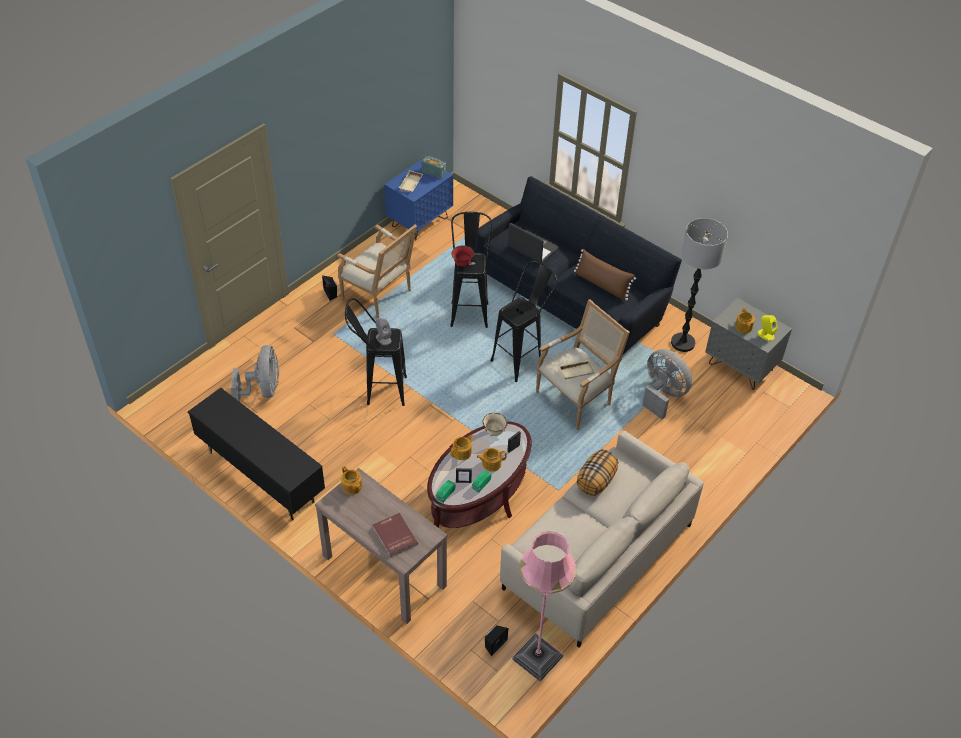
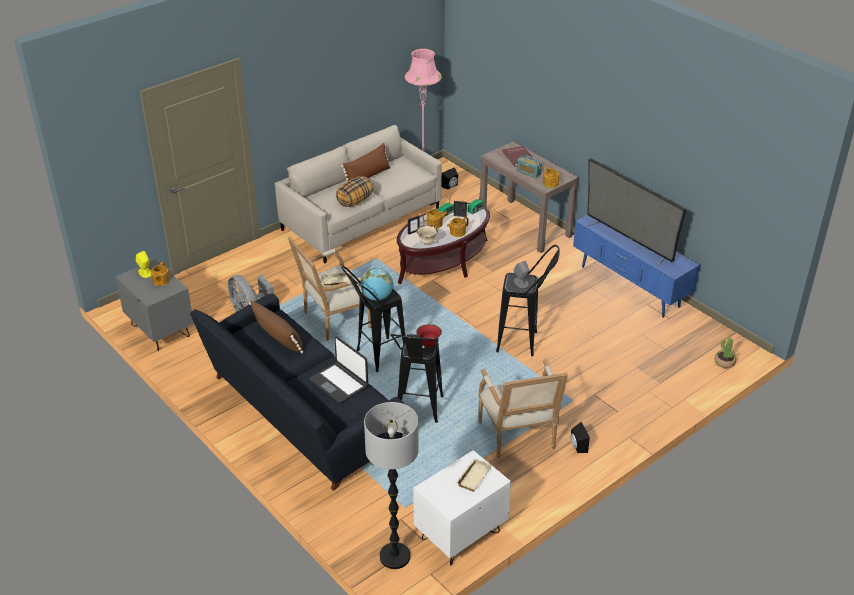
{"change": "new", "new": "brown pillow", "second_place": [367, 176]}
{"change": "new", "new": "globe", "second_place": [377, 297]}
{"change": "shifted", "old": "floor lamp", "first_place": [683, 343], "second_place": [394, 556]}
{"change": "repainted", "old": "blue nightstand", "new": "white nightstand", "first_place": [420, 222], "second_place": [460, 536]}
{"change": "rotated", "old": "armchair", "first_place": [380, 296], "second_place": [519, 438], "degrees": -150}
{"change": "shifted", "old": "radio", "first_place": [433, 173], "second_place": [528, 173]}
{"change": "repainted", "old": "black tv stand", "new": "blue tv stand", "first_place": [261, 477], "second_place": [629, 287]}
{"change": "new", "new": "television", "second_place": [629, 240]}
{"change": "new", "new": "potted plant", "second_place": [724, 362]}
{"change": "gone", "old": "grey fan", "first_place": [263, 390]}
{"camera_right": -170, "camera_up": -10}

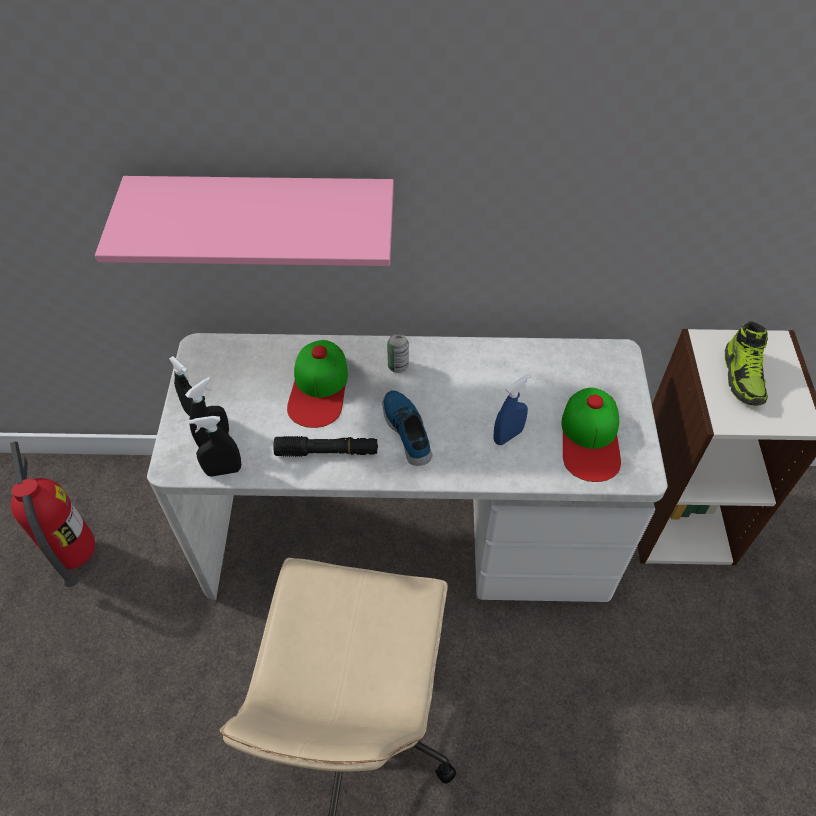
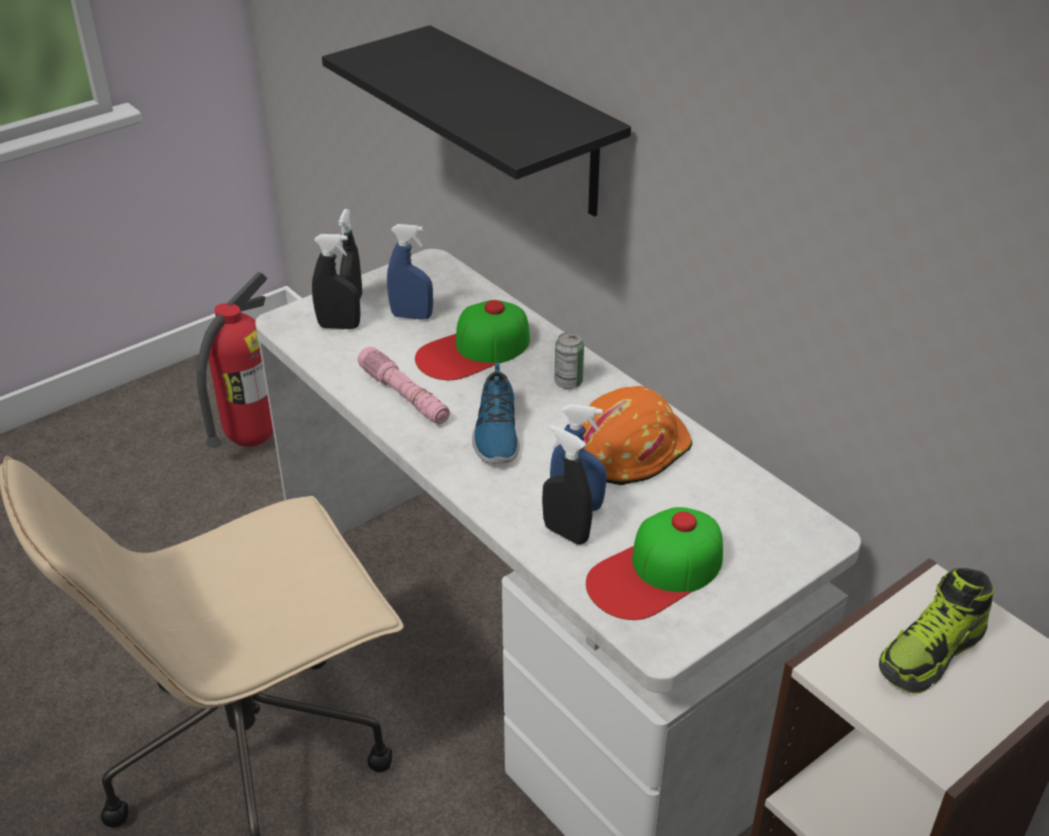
{"change": "repainted", "old": "pink shelf", "new": "black shelf", "first_place": [264, 214], "second_place": [522, 123]}
{"change": "repainted", "old": "black flashlight", "new": "pink flashlight", "first_place": [327, 451], "second_place": [404, 396]}
{"change": "new", "new": "blue spray bottle", "second_place": [411, 316]}
{"change": "rotated", "old": "shoe", "first_place": [408, 430], "second_place": [495, 432], "degrees": 150}
{"change": "shifted", "old": "black spray bottle", "first_place": [223, 470], "second_place": [566, 533]}
{"change": "new", "new": "orange hard hat", "second_place": [628, 448]}
{"camera_right": 50, "camera_up": -15}

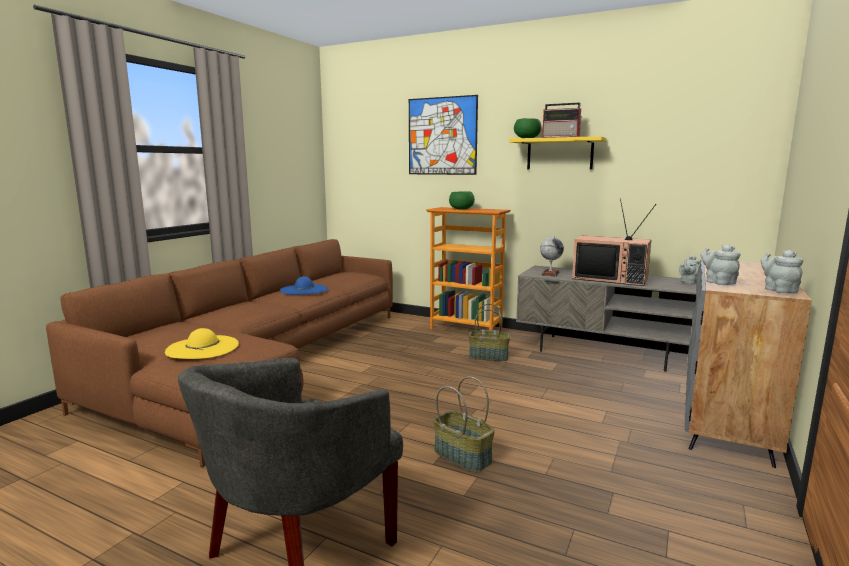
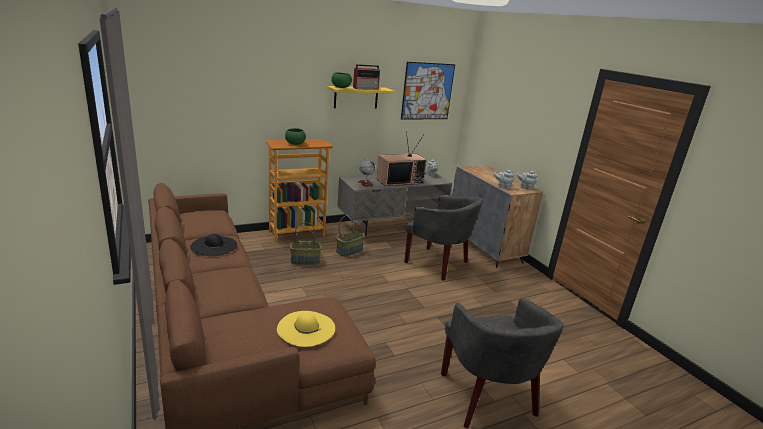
{"change": "repainted", "old": "blue hat", "new": "black hat", "first_place": [304, 289], "second_place": [214, 246]}
{"change": "shifted", "old": "basket", "first_place": [463, 456], "second_place": [305, 260]}
{"change": "shifted", "old": "picture", "first_place": [442, 136], "second_place": [427, 91]}
{"change": "new", "new": "grey armchair", "second_place": [438, 264]}
{"camera_right": -55, "camera_up": 10}

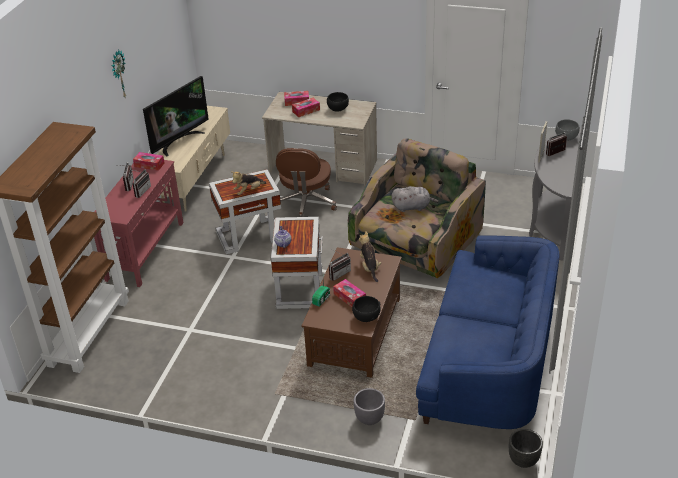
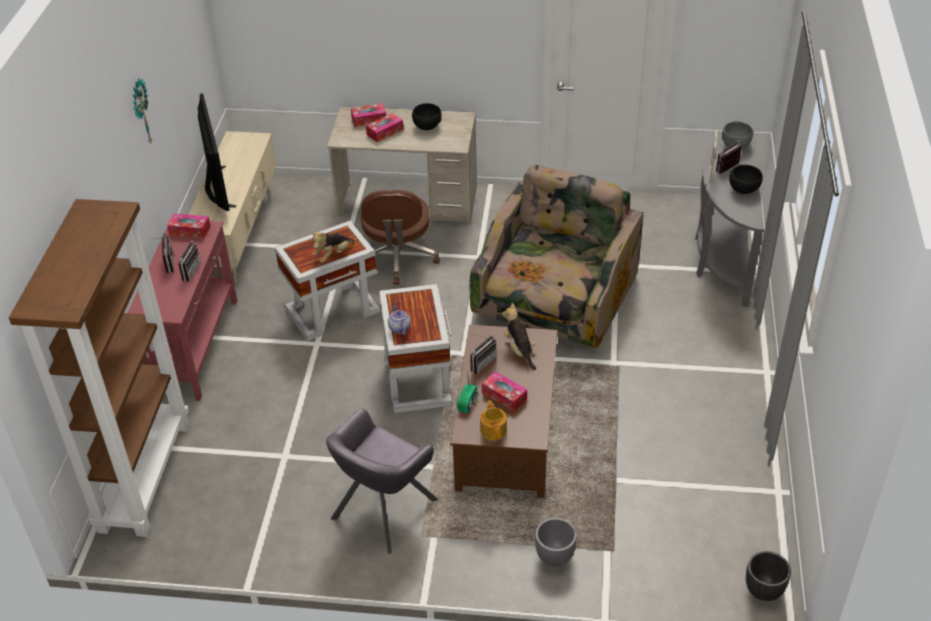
{"change": "rotated", "old": "television", "first_place": [179, 141], "second_place": [216, 189], "degrees": -45}
{"change": "new", "new": "grey armchair", "second_place": [383, 509]}
{"change": "new", "new": "teapot", "second_place": [493, 430]}
{"change": "shifted", "old": "black bowl", "first_place": [366, 317], "second_place": [743, 189]}
{"change": "gone", "old": "grey plush toy", "first_place": [413, 207]}
{"change": "gone", "old": "blue sofa", "first_place": [488, 361]}
{"camera_right": -10, "camera_up": 5}

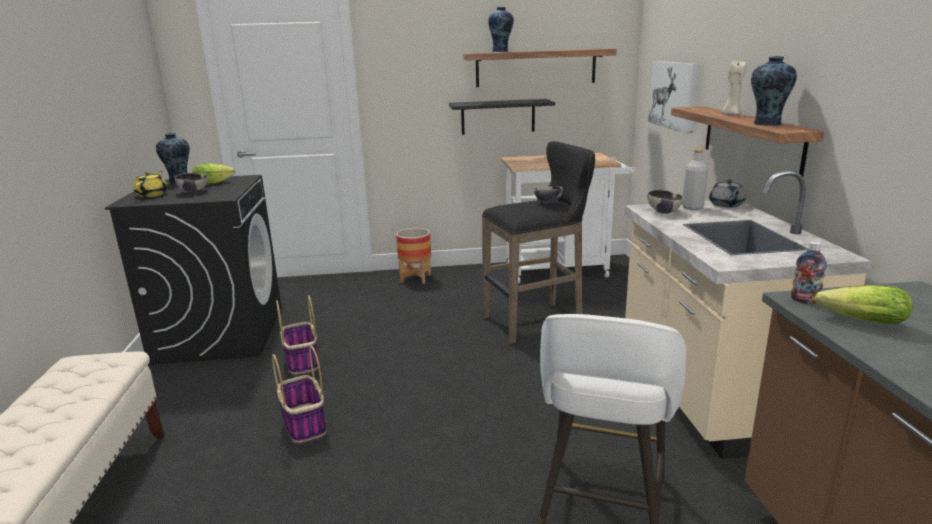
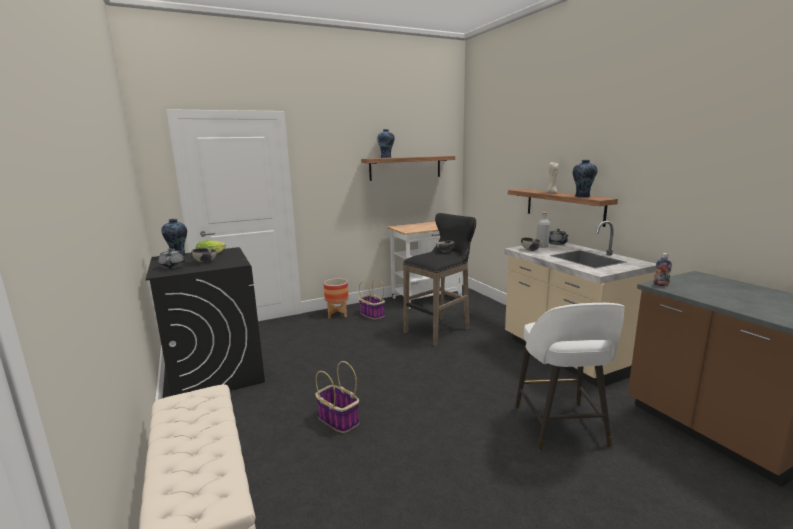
{"change": "repainted", "old": "yellow teapot", "new": "grey teapot", "first_place": [152, 195], "second_place": [172, 266]}
{"change": "shifted", "old": "basket", "first_place": [301, 361], "second_place": [371, 314]}
{"change": "gone", "old": "black shelf", "first_place": [498, 117]}
{"change": "gone", "old": "picture", "first_place": [674, 95]}
{"change": "gone", "old": "lettuce", "first_place": [857, 320]}
{"camera_right": -20, "camera_up": -5}

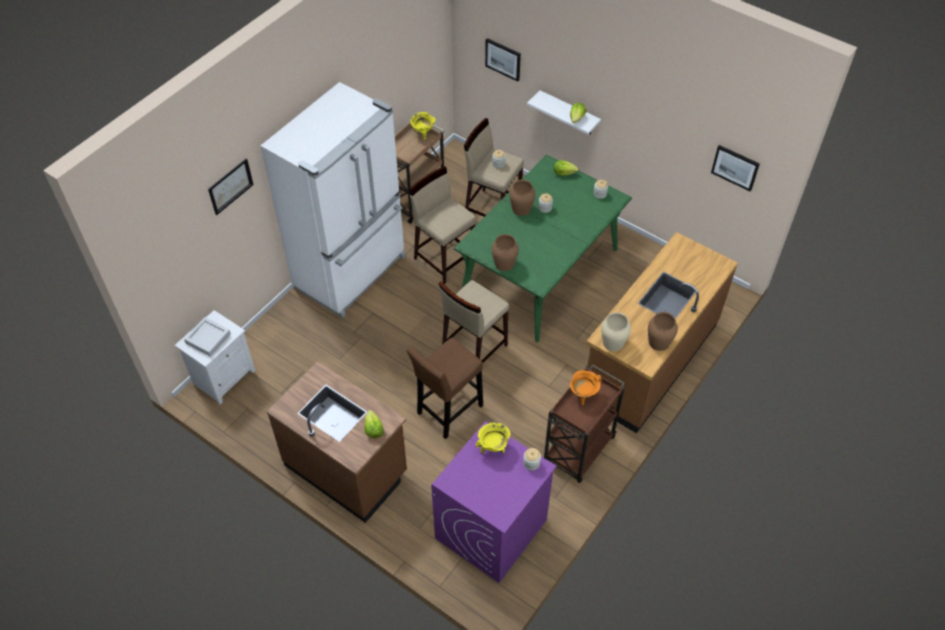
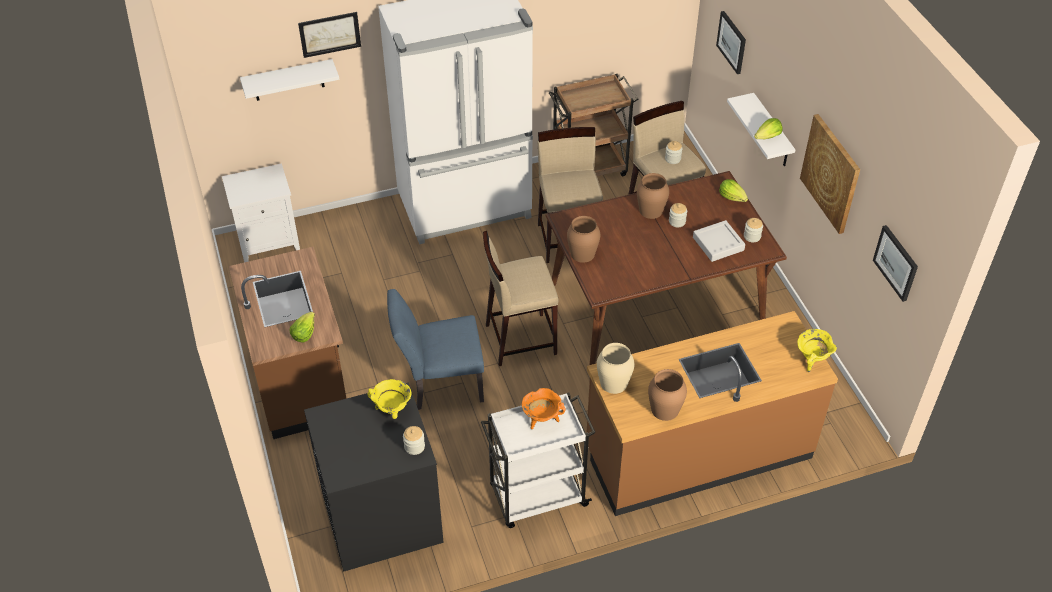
{"change": "new", "new": "white shelf", "second_place": [288, 80]}
{"change": "repainted", "old": "purple washing machine", "new": "black washing machine", "first_place": [491, 529], "second_place": [381, 517]}
{"change": "swapped", "old": "brown stool", "new": "blue chair", "first_place": [447, 412], "second_place": [439, 384]}
{"change": "repainted", "old": "brown cart", "new": "white cart", "first_place": [578, 451], "second_place": [536, 496]}
{"change": "repainted", "old": "green dining table", "new": "brown dining table", "first_place": [540, 272], "second_place": [657, 302]}
{"change": "shifted", "old": "grey tray", "first_place": [208, 339], "second_place": [718, 244]}
{"change": "shifted", "old": "yellow cooking pot", "first_place": [423, 133], "second_place": [812, 360]}
{"change": "new", "new": "picture", "second_place": [831, 173]}
{"camera_right": 35, "camera_up": -5}

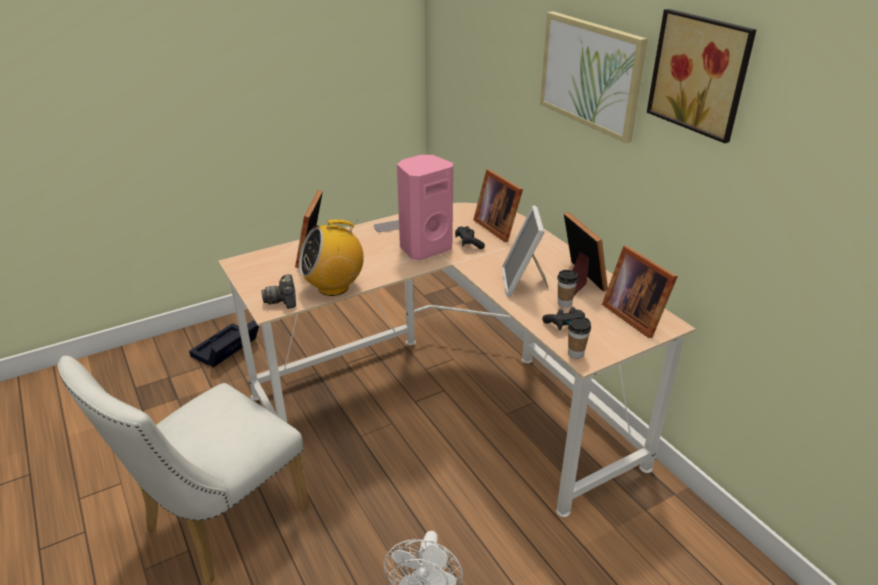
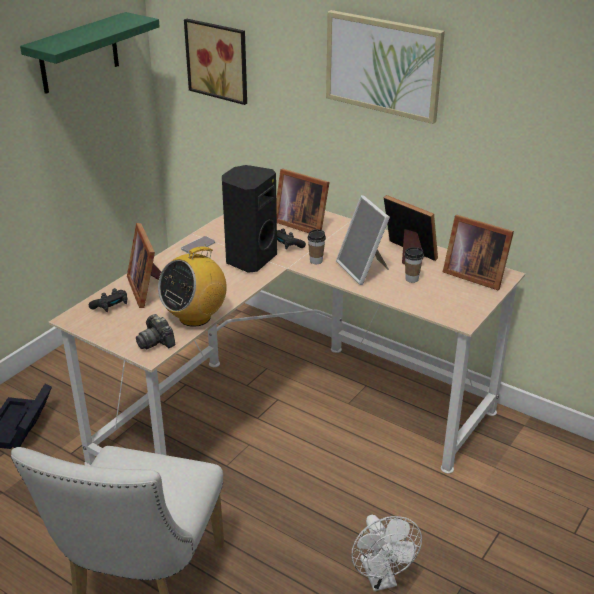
{"change": "new", "new": "green shelf", "second_place": [79, 53]}
{"change": "shifted", "old": "black game controller", "first_place": [565, 325], "second_place": [111, 306]}
{"change": "shifted", "old": "picture", "first_place": [702, 73], "second_place": [219, 60]}
{"change": "repainted", "old": "pink speaker", "new": "black speaker", "first_place": [424, 248], "second_place": [249, 259]}
{"change": "shifted", "old": "cup", "first_place": [575, 354], "second_place": [316, 261]}
{"camera_right": -25, "camera_up": 0}

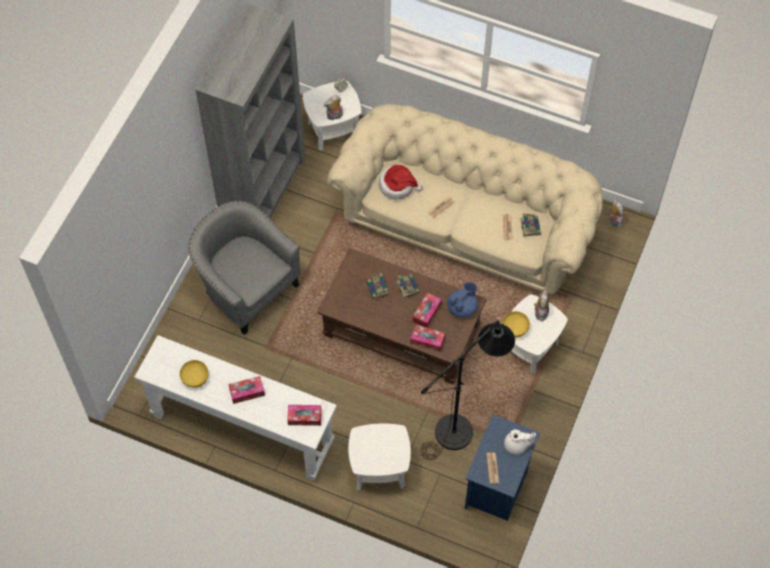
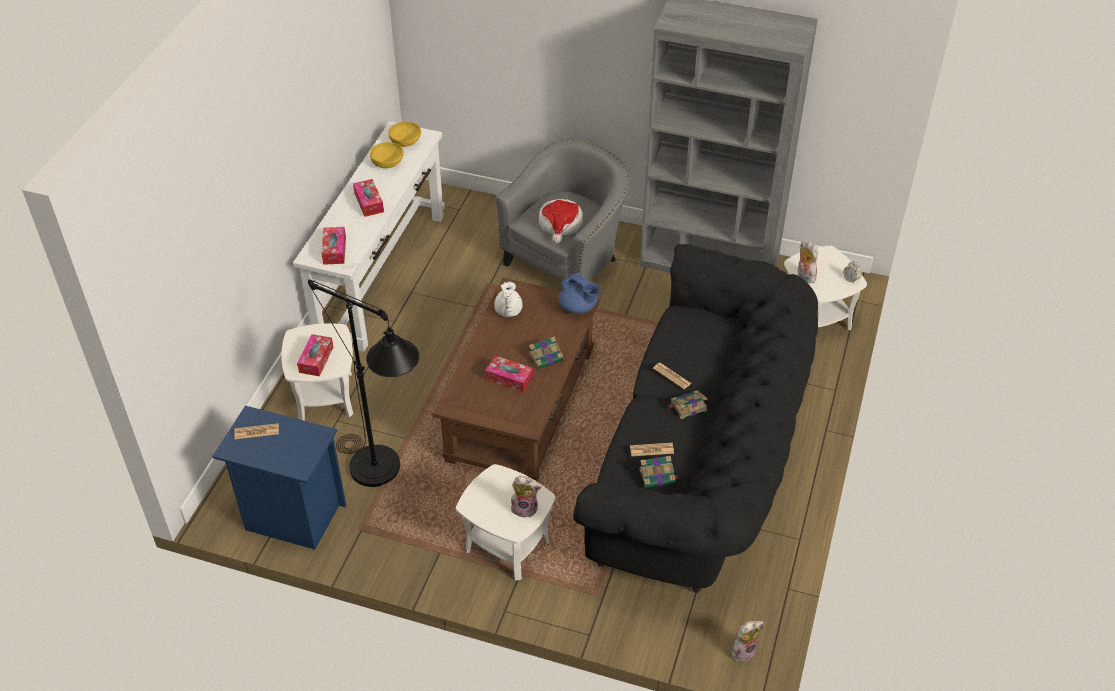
{"change": "shifted", "old": "tissue box", "first_place": [427, 340], "second_place": [316, 359]}
{"change": "shifted", "old": "yellow bowl", "first_place": [515, 328], "second_place": [406, 142]}
{"change": "shifted", "old": "white teapot", "first_place": [517, 446], "second_place": [508, 311]}
{"change": "shifted", "old": "hat", "first_place": [398, 185], "second_place": [560, 225]}
{"change": "shifted", "old": "blue teapot", "first_place": [462, 307], "second_place": [578, 307]}
{"change": "repainted", "old": "beige sofa", "new": "black sofa", "first_place": [466, 222], "second_place": [701, 464]}
{"change": "shifted", "old": "book", "first_place": [378, 289], "second_place": [687, 406]}
{"camera_right": 85, "camera_up": -15}

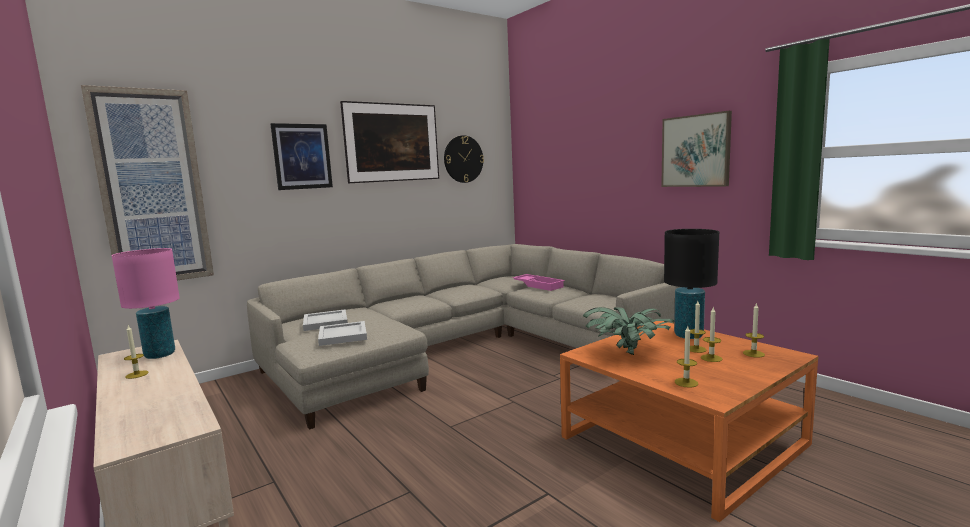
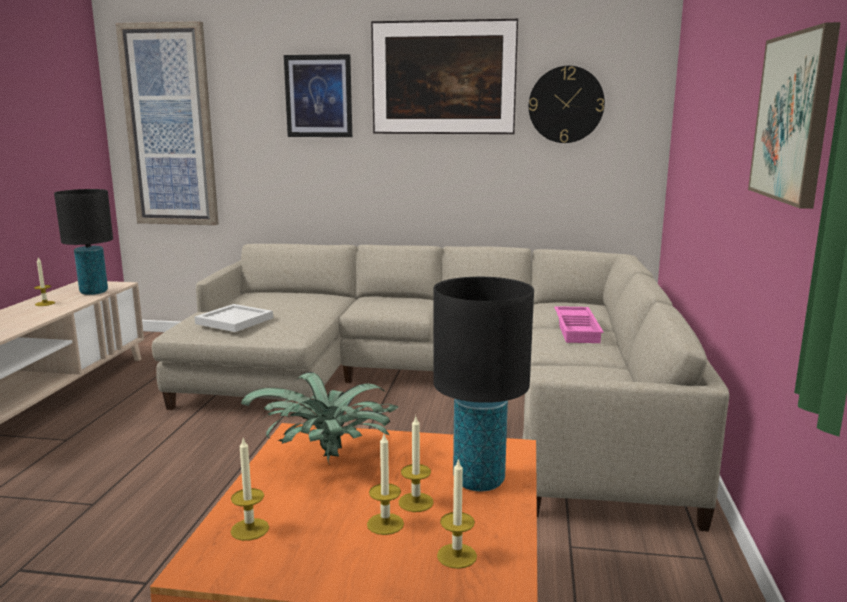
{"change": "repainted", "old": "pink table lamp", "new": "black table lamp", "first_place": [160, 355], "second_place": [94, 292]}
{"change": "gone", "old": "white tray", "first_place": [325, 322]}
{"camera_right": 45, "camera_up": 5}

